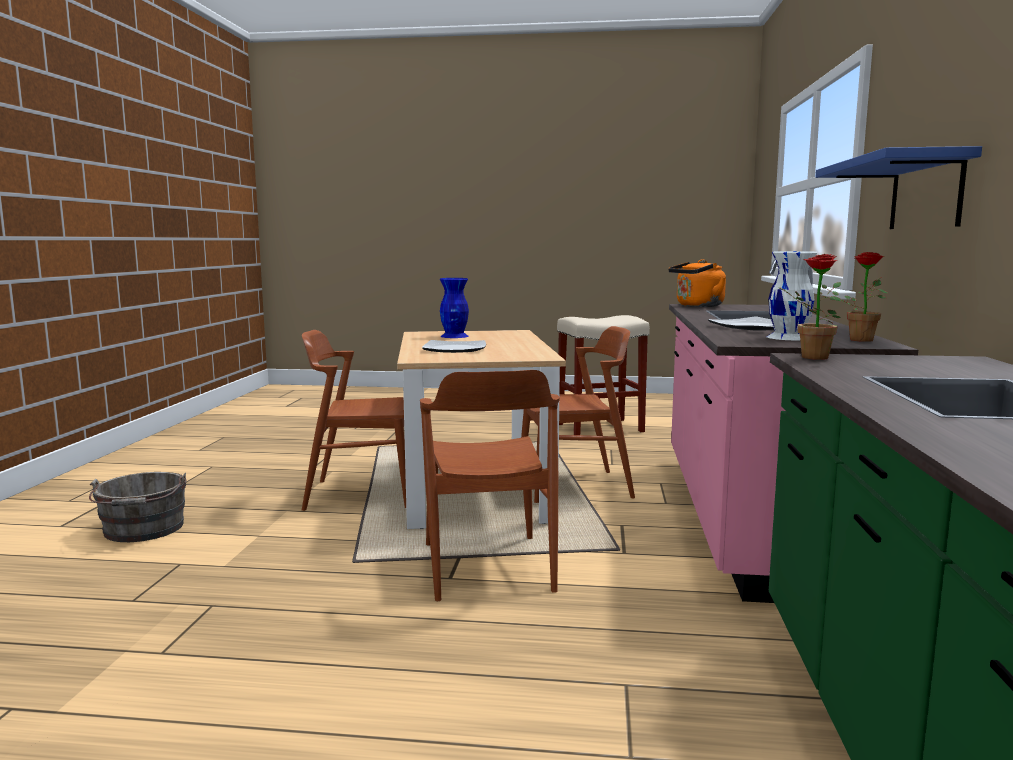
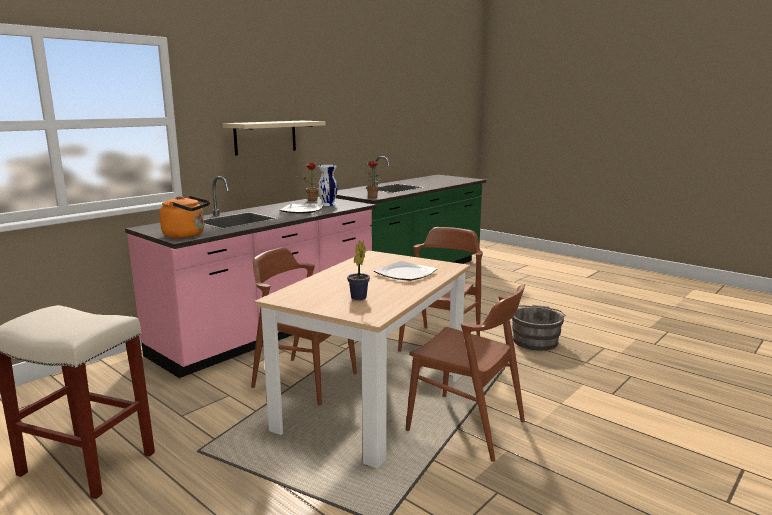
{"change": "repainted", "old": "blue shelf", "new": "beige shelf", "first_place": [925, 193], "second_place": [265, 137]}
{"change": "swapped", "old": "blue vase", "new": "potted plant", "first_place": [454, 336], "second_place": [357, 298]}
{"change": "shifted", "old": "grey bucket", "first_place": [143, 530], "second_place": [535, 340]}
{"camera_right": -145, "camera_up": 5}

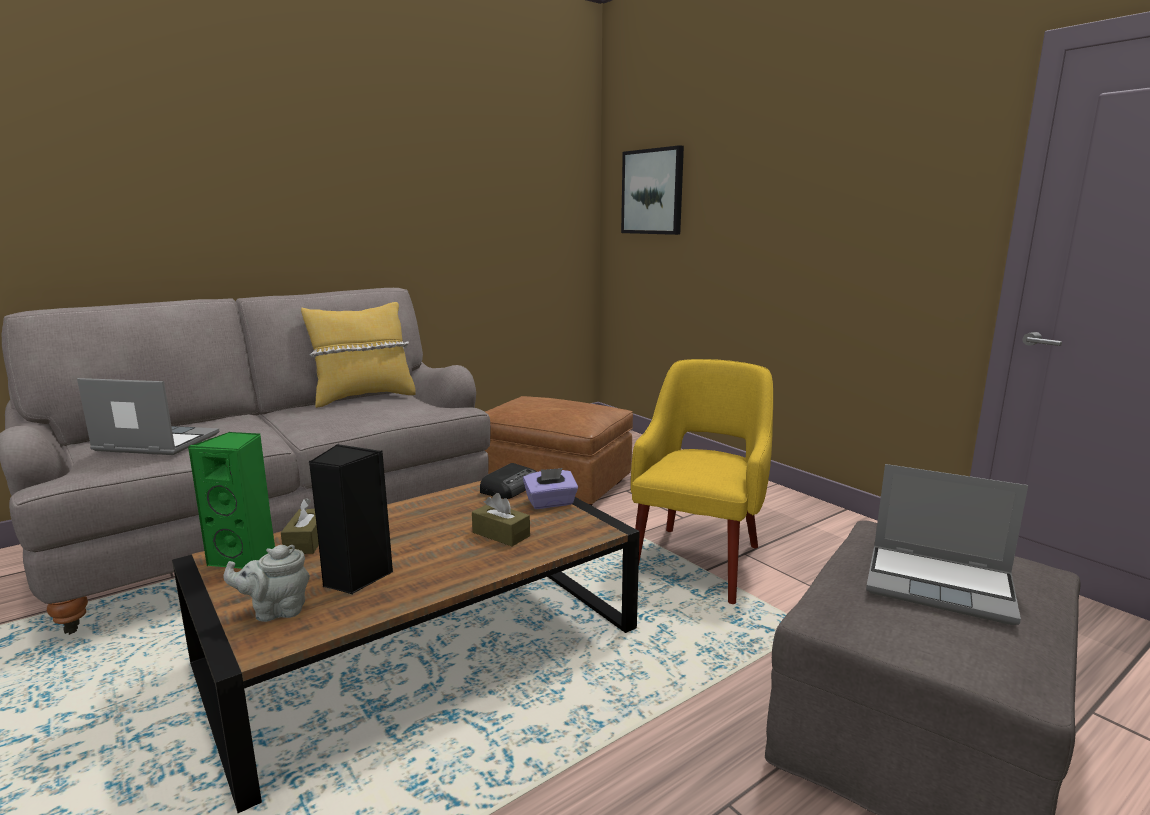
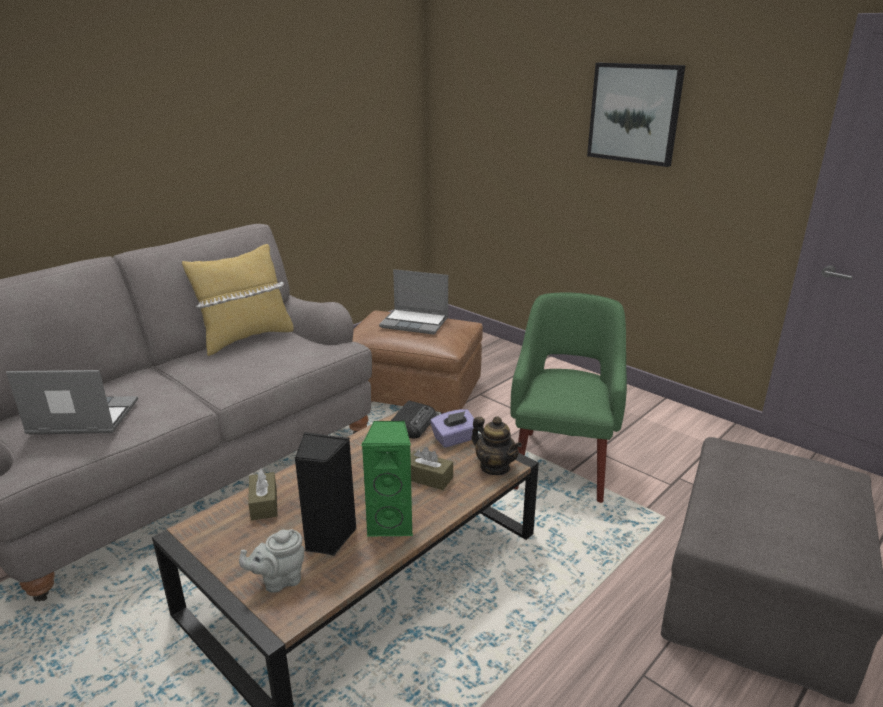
{"change": "shifted", "old": "green speaker", "first_place": [246, 557], "second_place": [391, 523]}
{"change": "shifted", "old": "laptop", "first_place": [941, 585], "second_place": [415, 322]}
{"change": "new", "new": "teapot", "second_place": [495, 467]}
{"change": "repainted", "old": "yellow armchair", "new": "green armchair", "first_place": [698, 561], "second_place": [562, 462]}
{"change": "shifted", "old": "picture", "first_place": [653, 192], "second_place": [634, 113]}
{"camera_right": -10, "camera_up": 10}

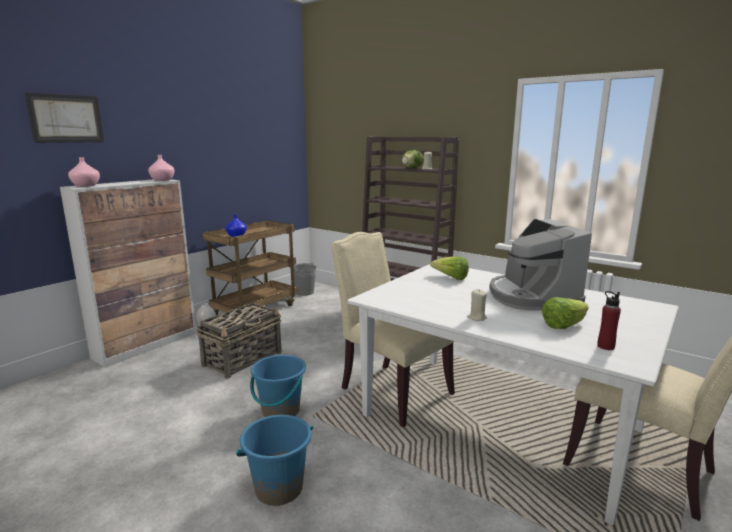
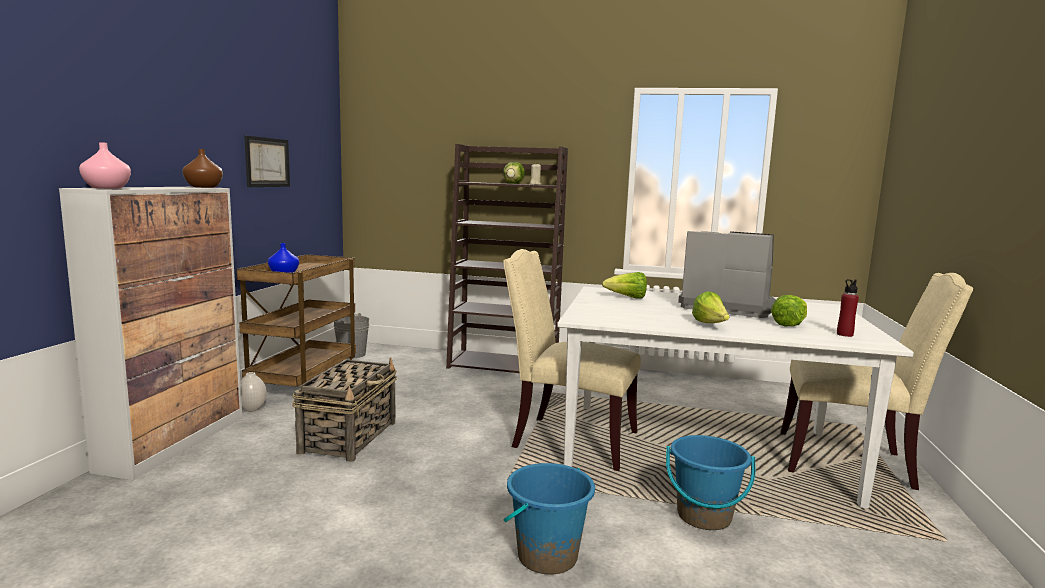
{"change": "repainted", "old": "pink vase", "new": "brown vase", "first_place": [162, 180], "second_place": [203, 187]}
{"change": "shifted", "old": "picture", "first_place": [66, 118], "second_place": [267, 162]}
{"change": "shifted", "old": "blue bucket", "first_place": [280, 411], "second_place": [704, 517]}
{"change": "rotated", "old": "coffee machine", "first_place": [531, 297], "second_place": [726, 307], "degrees": 150}
{"change": "swapped", "old": "beige candle", "new": "lettuce", "first_place": [476, 318], "second_place": [710, 325]}
{"camera_right": -25, "camera_up": -5}

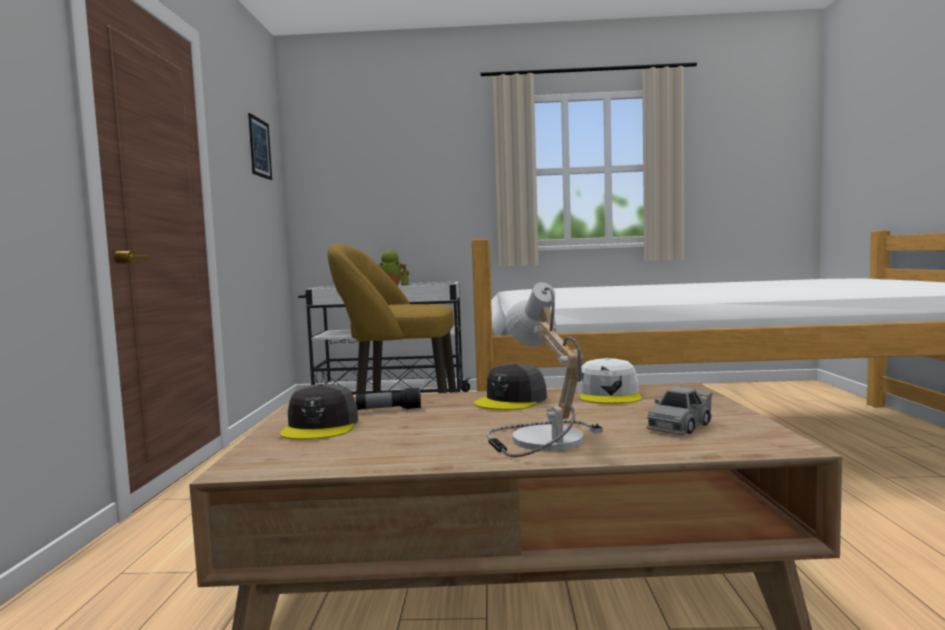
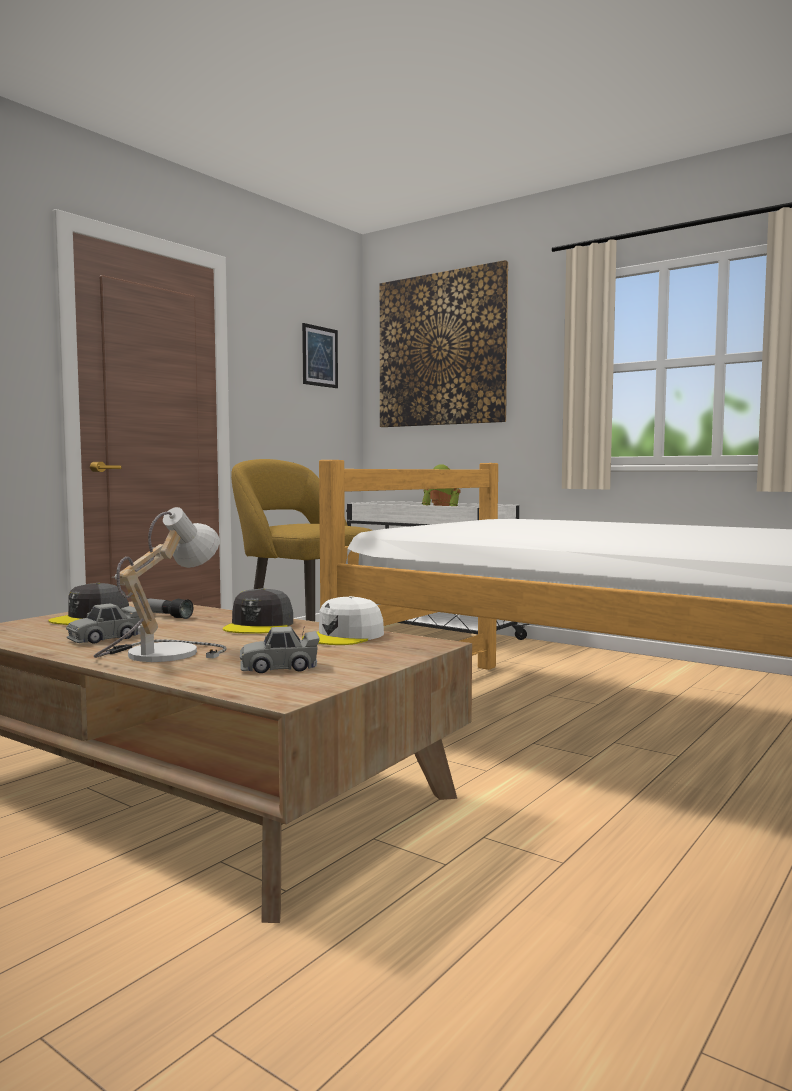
{"change": "new", "new": "grey toy car", "second_place": [104, 638]}
{"change": "rotated", "old": "grey cap", "first_place": [511, 400], "second_place": [259, 626], "degrees": -60}
{"change": "new", "new": "picture", "second_place": [441, 349]}
{"camera_right": 35, "camera_up": 0}

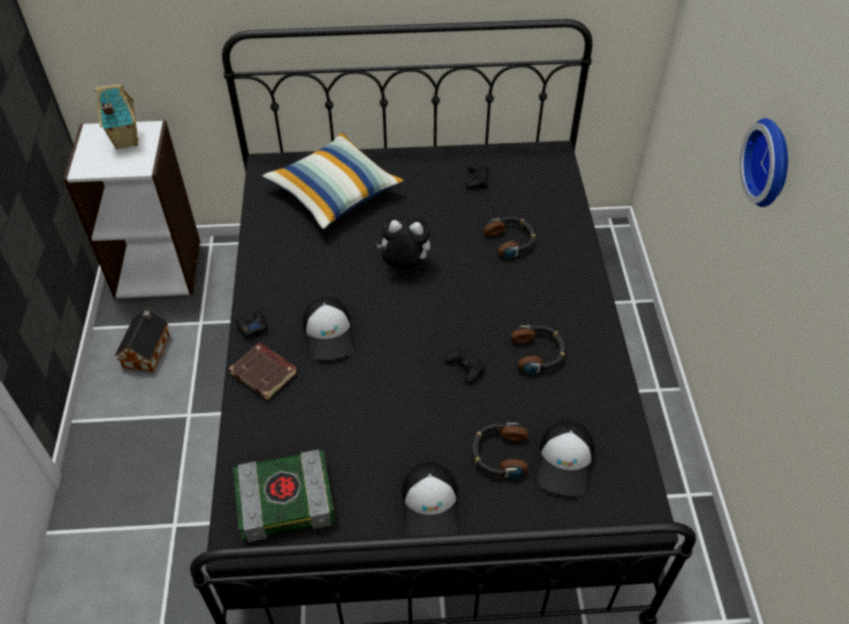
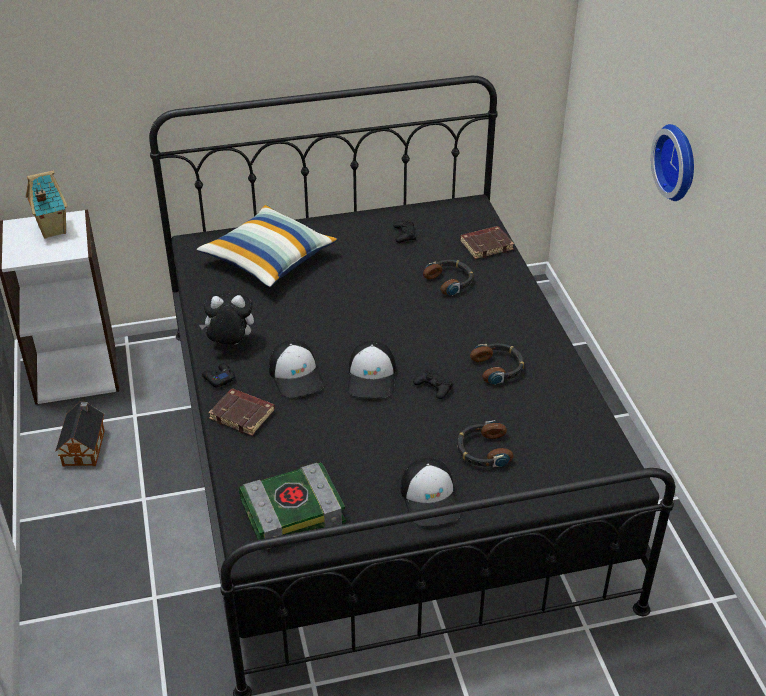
{"change": "shifted", "old": "plush toy", "first_place": [404, 265], "second_place": [230, 344]}
{"change": "shifted", "old": "cap", "first_place": [565, 462], "second_place": [372, 377]}
{"change": "new", "new": "brown book", "second_place": [486, 245]}
{"camera_right": -10, "camera_up": -10}

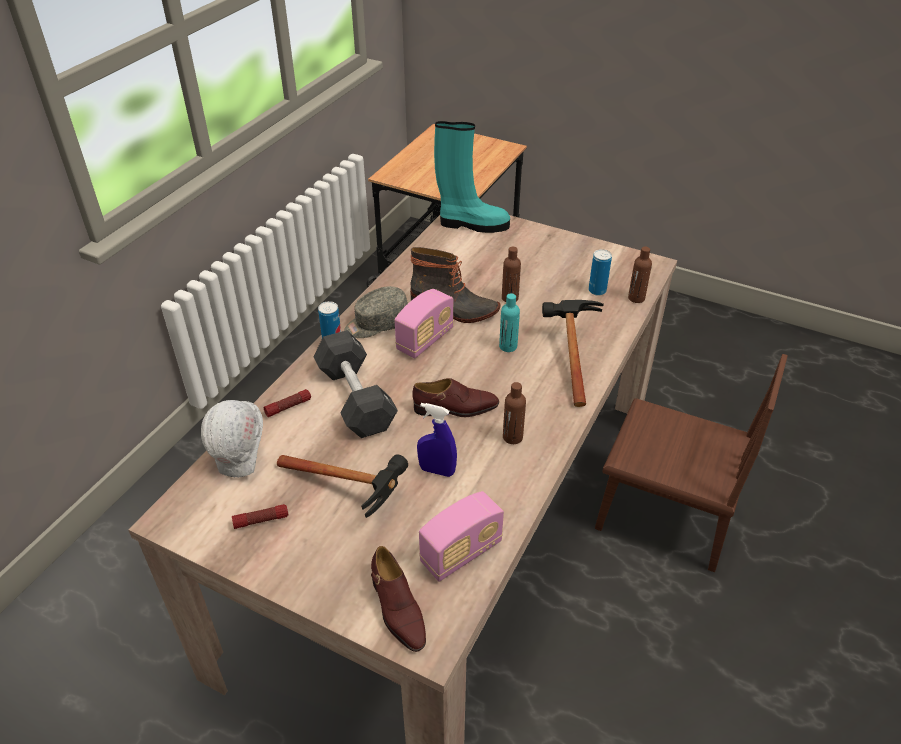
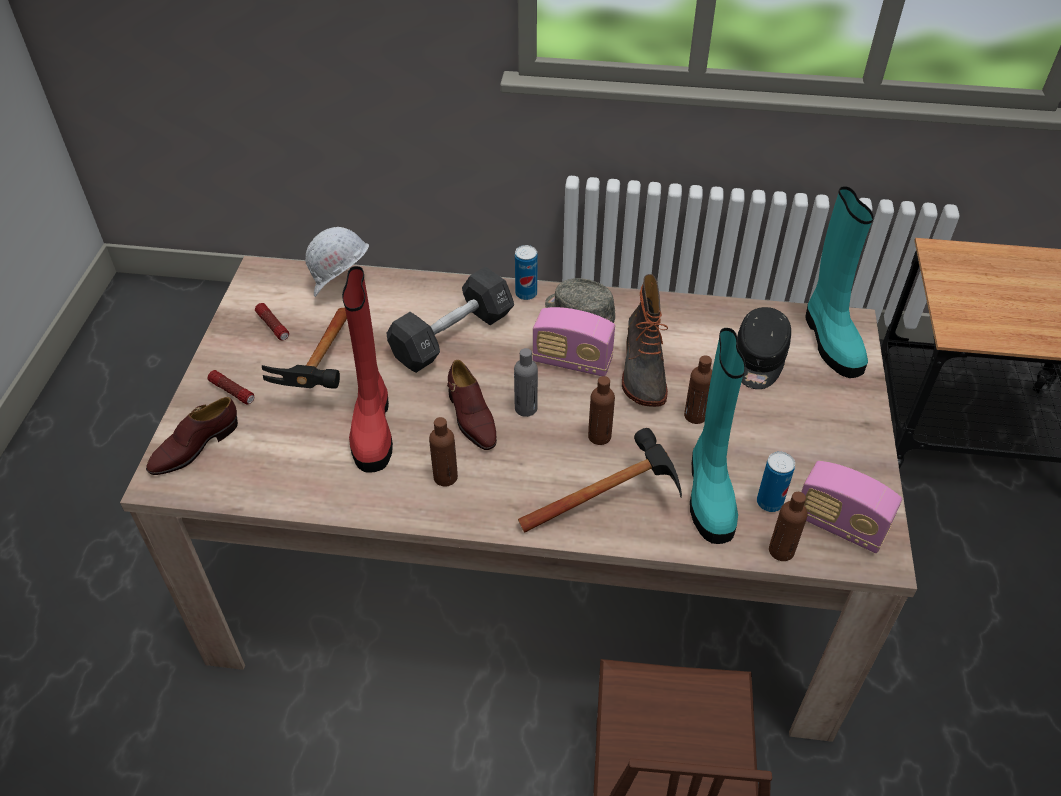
{"change": "shifted", "old": "flashlight", "first_place": [288, 407], "second_place": [232, 392]}
{"change": "swapped", "old": "blue spray bottle", "new": "red boot", "first_place": [437, 470], "second_place": [373, 427]}
{"change": "new", "new": "grey bottle", "second_place": [526, 408]}
{"change": "repainted", "old": "turquoise bottle", "new": "brown bottle", "first_place": [508, 346], "second_place": [599, 436]}
{"change": "new", "new": "turquoise boot", "second_place": [709, 493]}
{"change": "new", "new": "black cap", "second_place": [759, 360]}
{"change": "shifted", "old": "radio", "first_place": [461, 553], "second_place": [839, 525]}
{"camera_right": 70, "camera_up": 5}

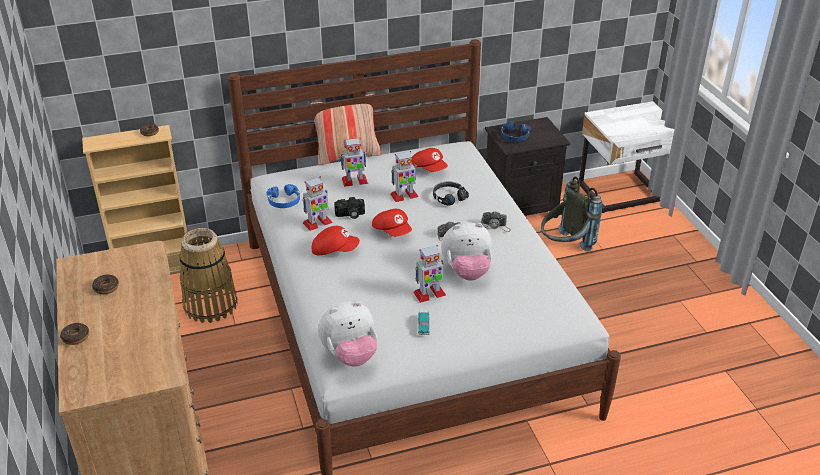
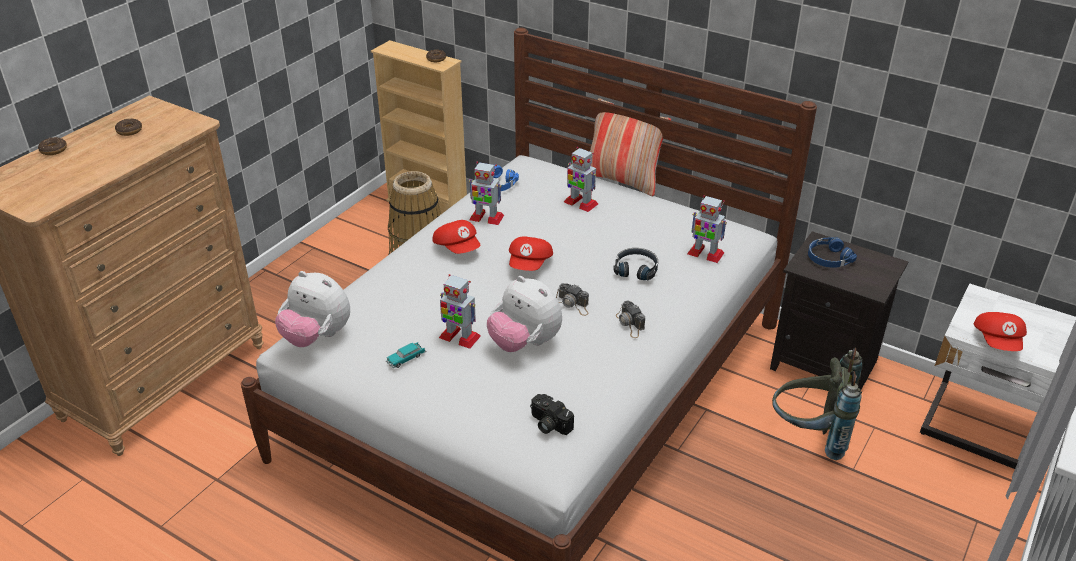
{"change": "shifted", "old": "photo camera", "first_place": [350, 215], "second_place": [548, 424]}
{"change": "shifted", "old": "toy robot", "first_place": [404, 195], "second_place": [705, 253]}
{"change": "shifted", "old": "red cap", "first_place": [428, 168], "second_place": [998, 341]}
{"camera_right": 50, "camera_up": 0}

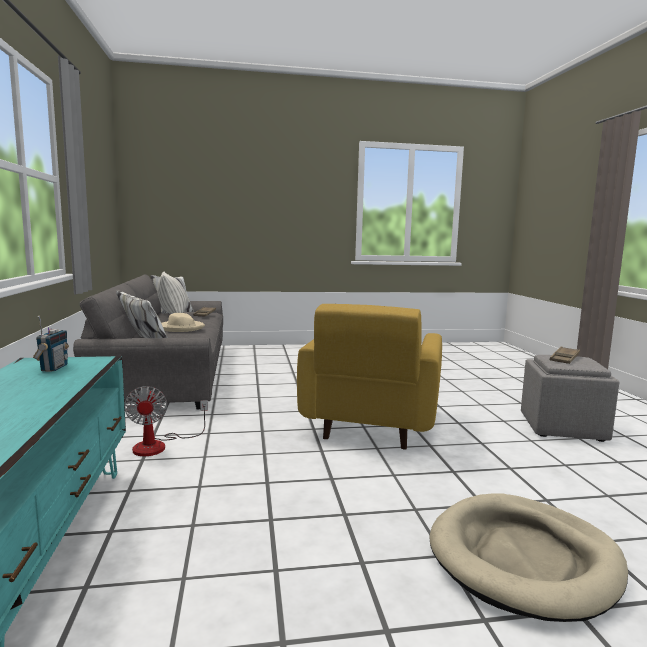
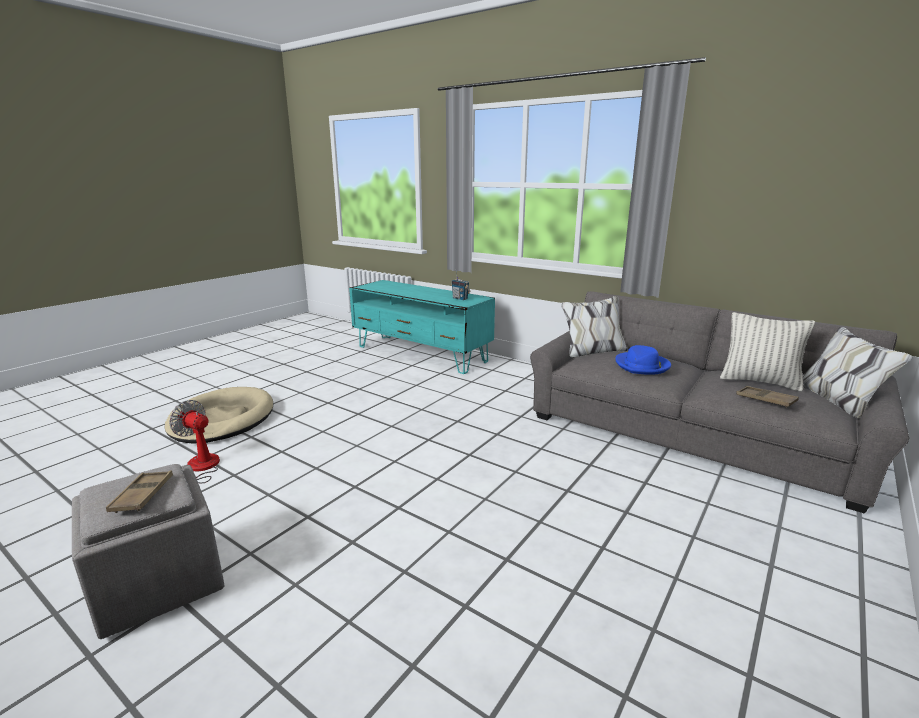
{"change": "shifted", "old": "fan", "first_place": [159, 445], "second_place": [199, 469]}
{"change": "repainted", "old": "beige hat", "new": "blue hat", "first_place": [181, 328], "second_place": [642, 366]}
{"change": "gone", "old": "yellow armchair", "first_place": [371, 424]}
{"camera_right": 135, "camera_up": 10}

